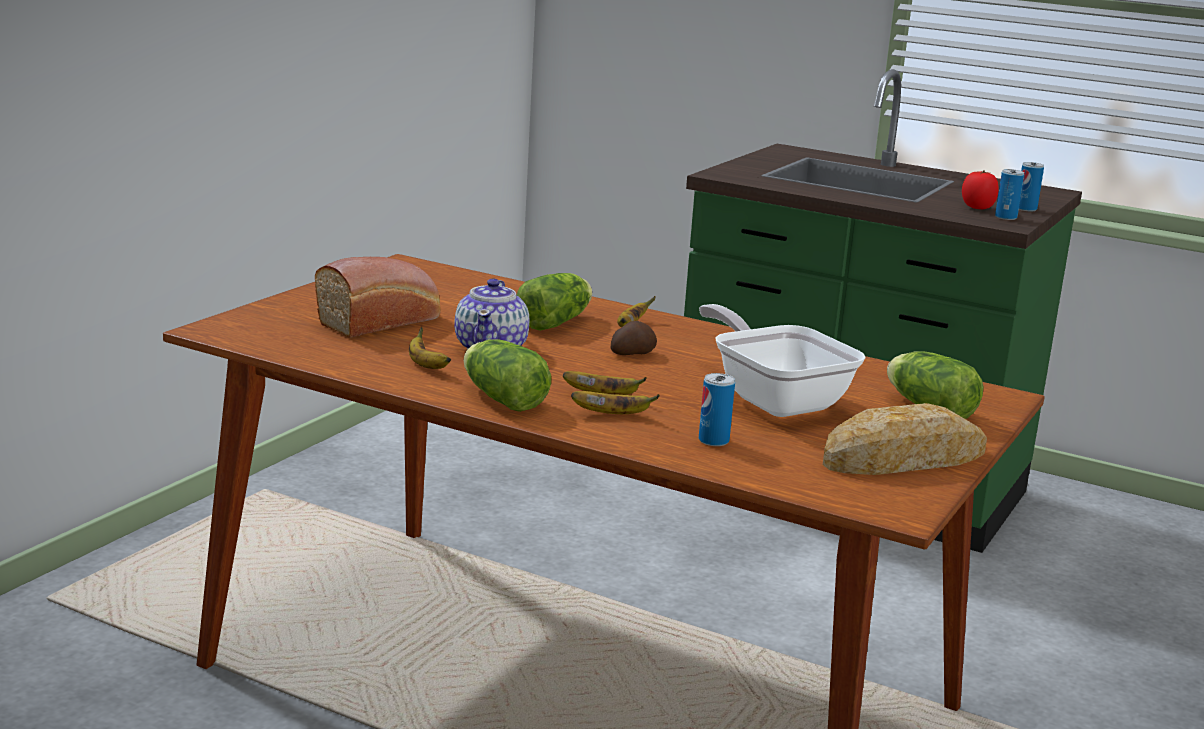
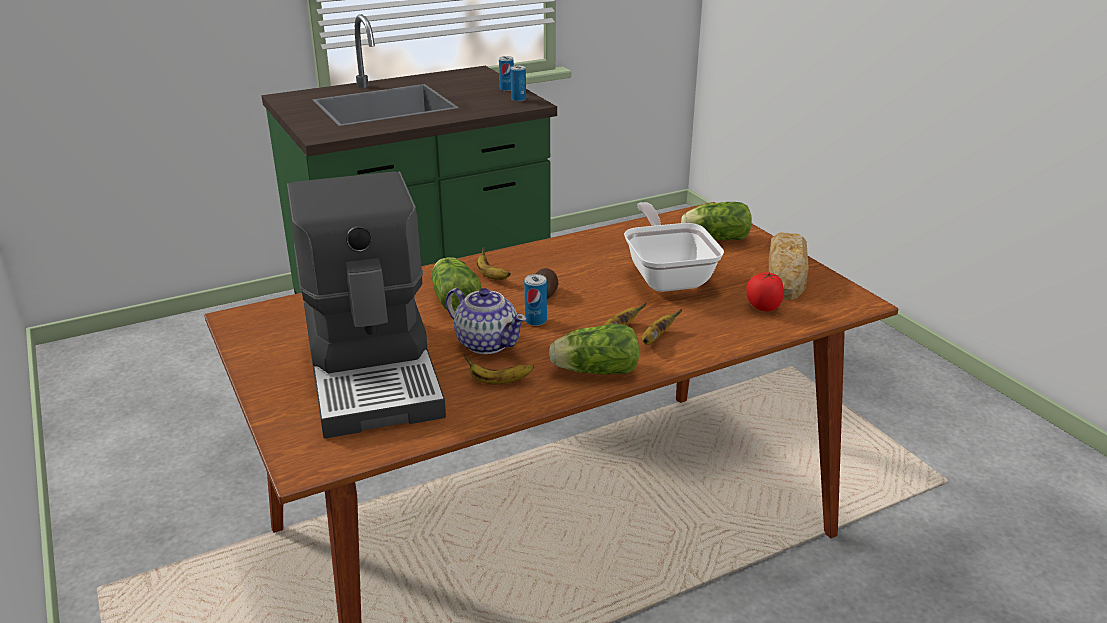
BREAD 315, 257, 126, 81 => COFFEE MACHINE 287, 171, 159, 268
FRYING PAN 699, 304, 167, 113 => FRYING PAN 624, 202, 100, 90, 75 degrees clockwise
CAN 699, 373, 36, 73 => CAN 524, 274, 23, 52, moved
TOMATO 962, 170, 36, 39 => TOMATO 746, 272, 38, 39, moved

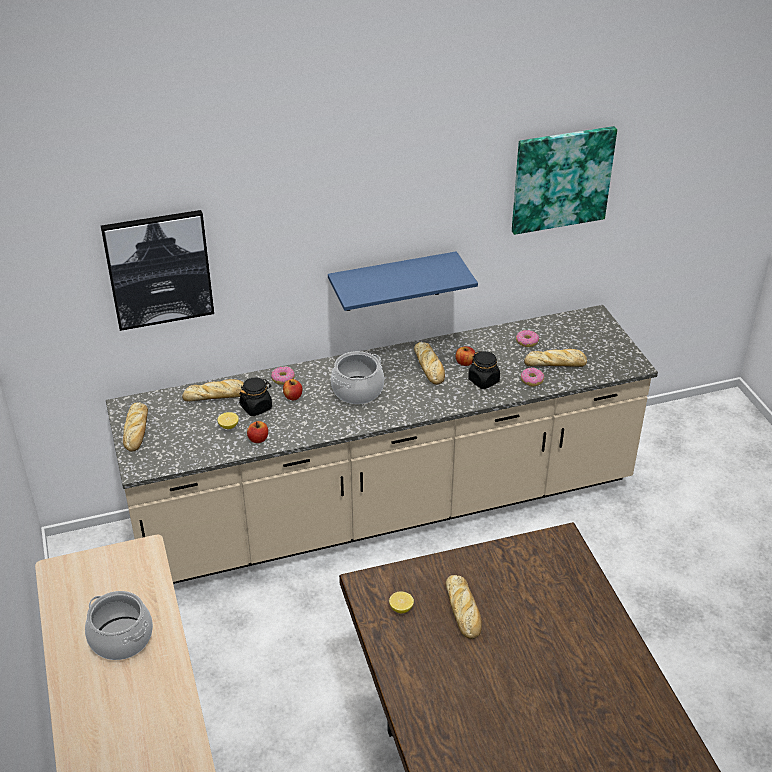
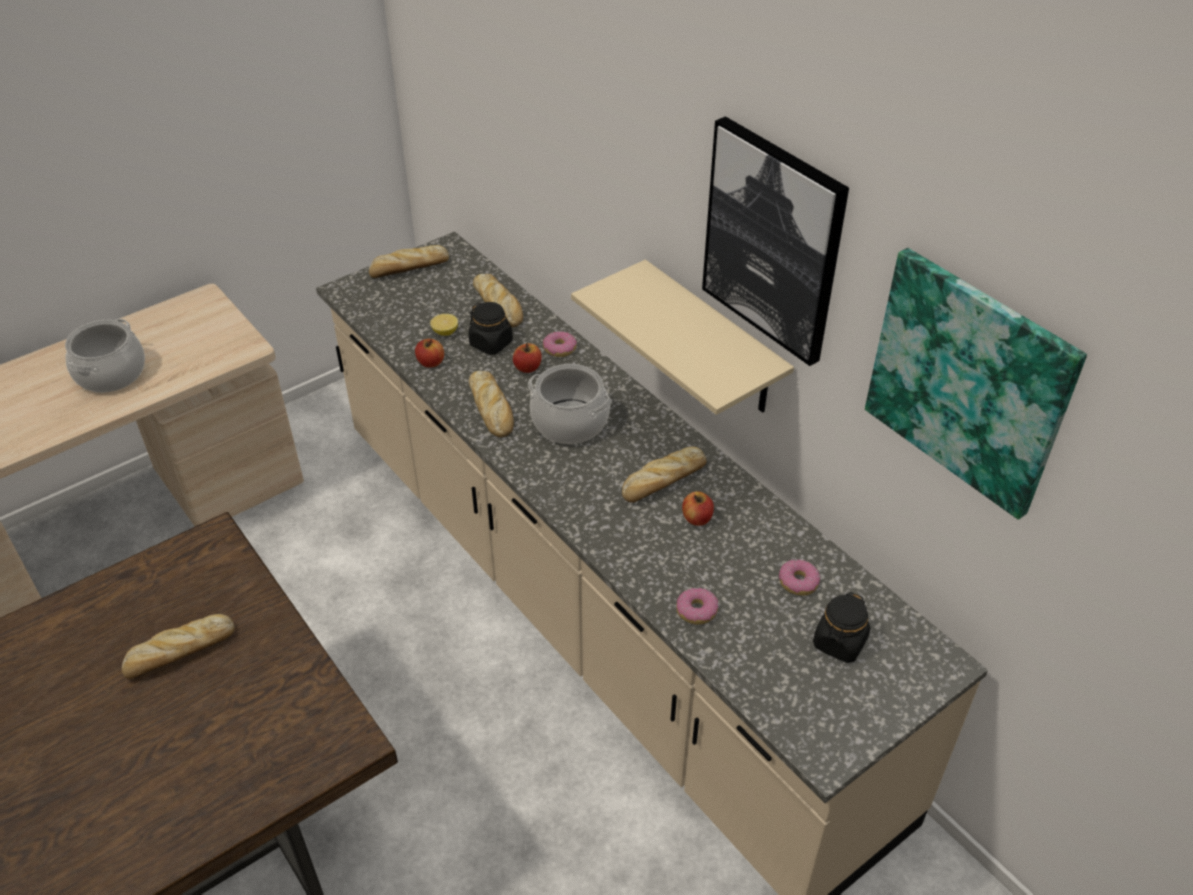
PICTURE 101, 210, 113, 121 => PICTURE 702, 116, 147, 250, moved
BLUE SHELF 328, 251, 150, 60 => BEIGE SHELF 571, 260, 223, 155
LEMON 389, 592, 25, 21 => nothing
BLACK JAR 468, 351, 32, 38 => BLACK JAR 813, 592, 58, 71, moved
BREAD 524, 349, 63, 18 => BREAD 469, 371, 45, 67, moved

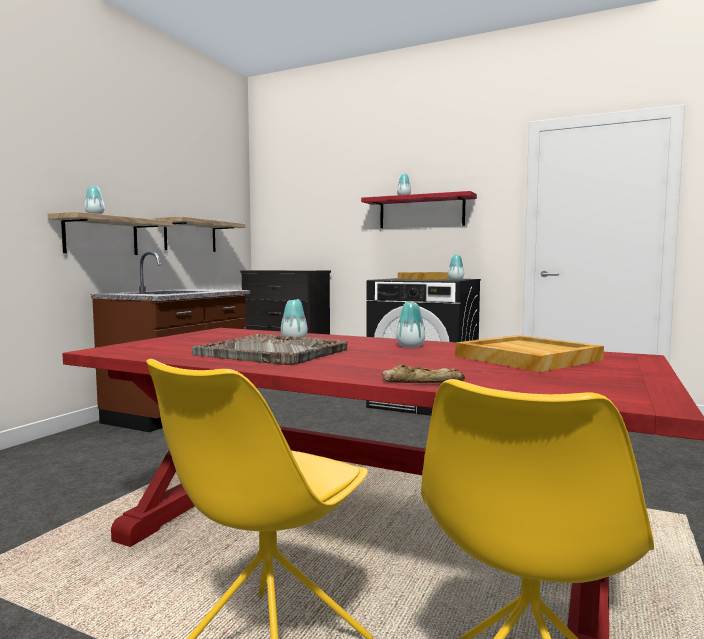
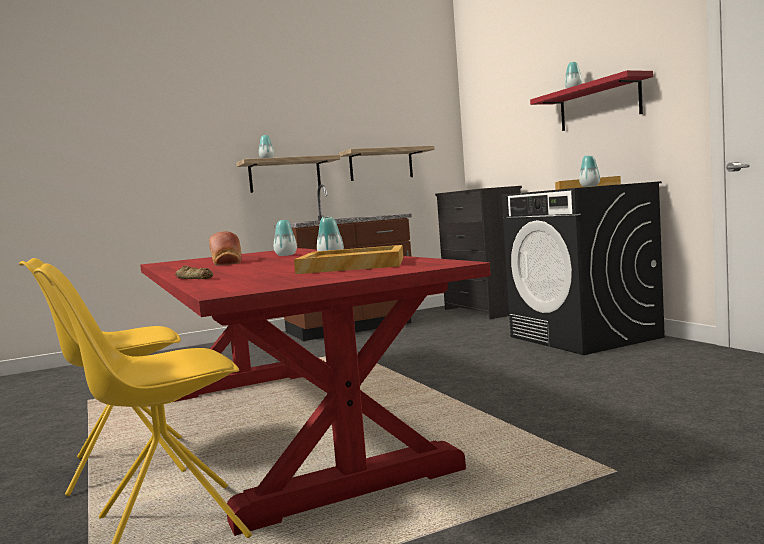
GREY TRAY 192, 334, 156, 31 => BREAD 209, 231, 32, 35

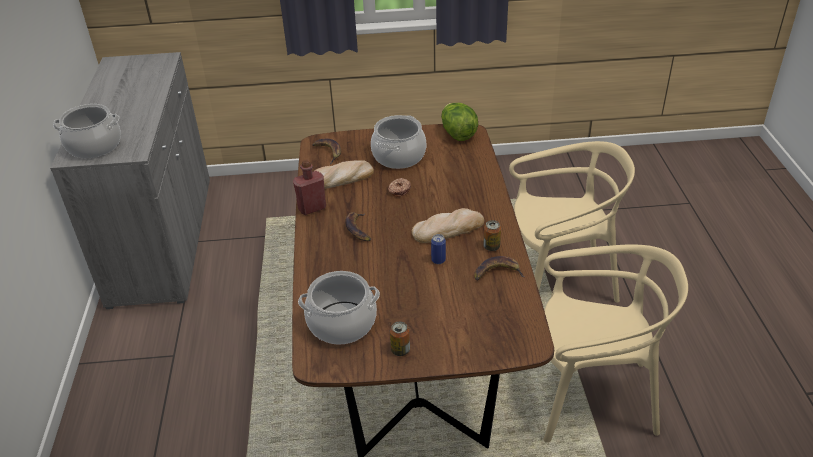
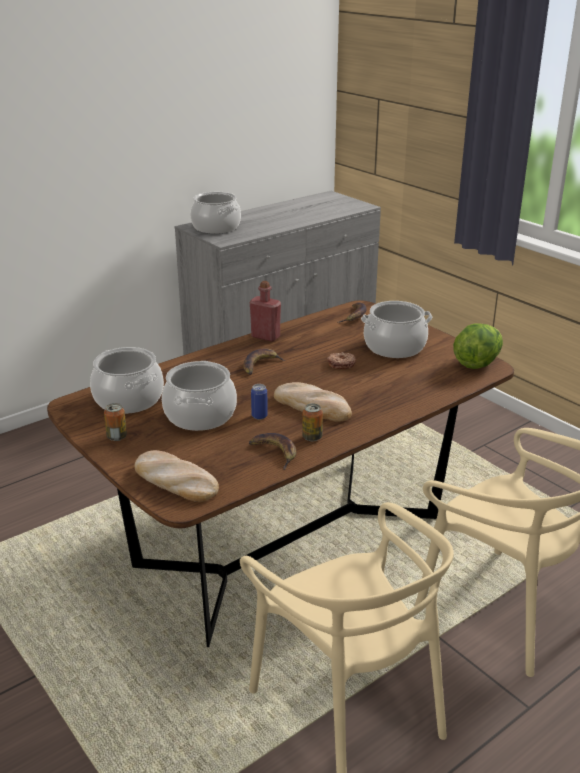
BREAD 314, 160, 60, 29 => BREAD 134, 450, 85, 52, moved
nothing => COOKING POT 162, 361, 75, 70

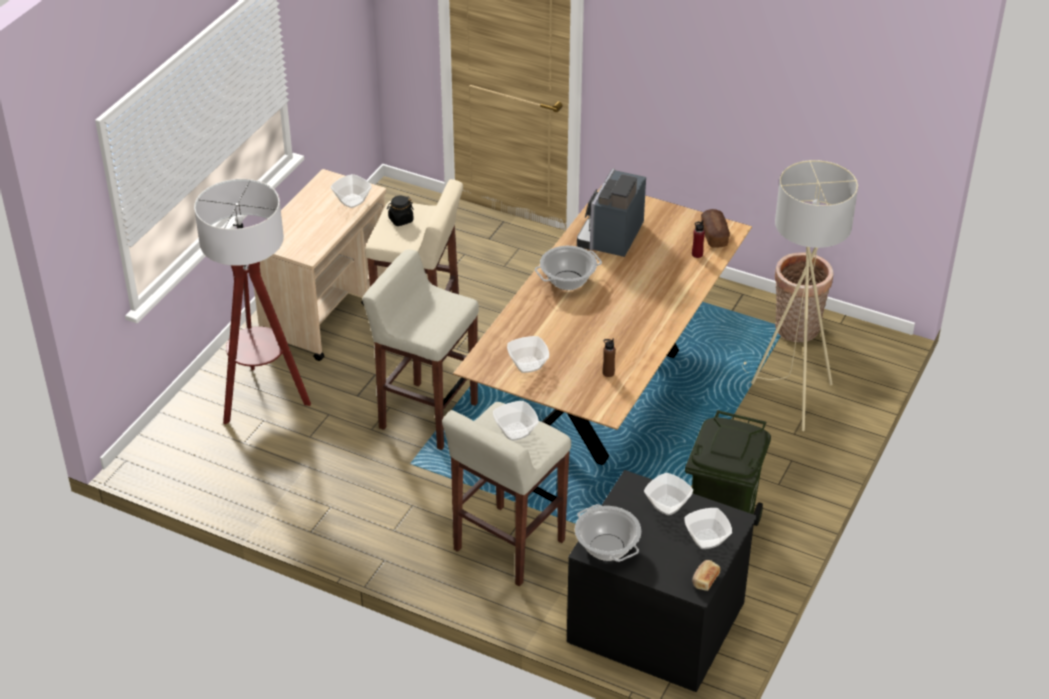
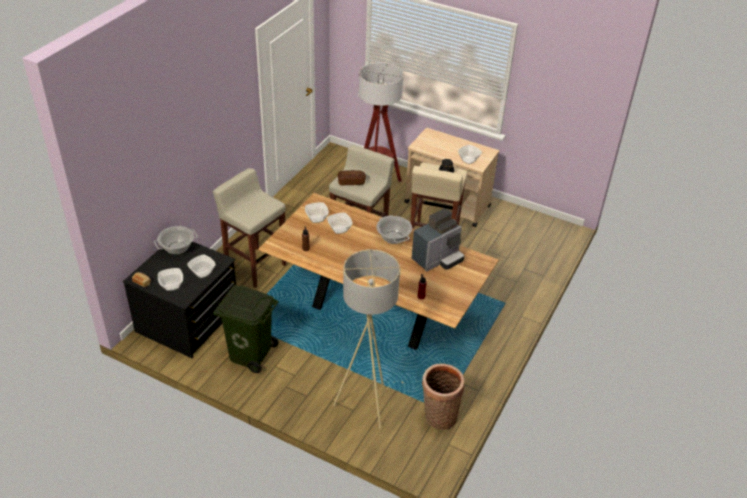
BOWL 493, 401, 46, 40 => BOWL 327, 213, 26, 21, moved
COFFEE MACHINE 577, 168, 69, 89 => COFFEE MACHINE 412, 208, 52, 64, 120 degrees clockwise
BREAD 701, 209, 29, 39 => BREAD 338, 170, 28, 15, moved

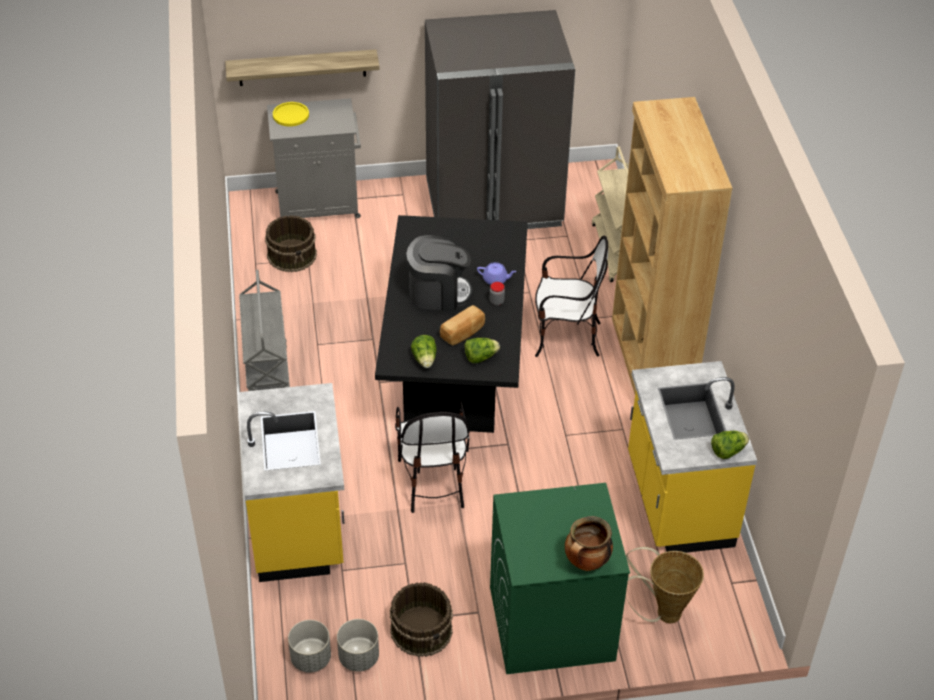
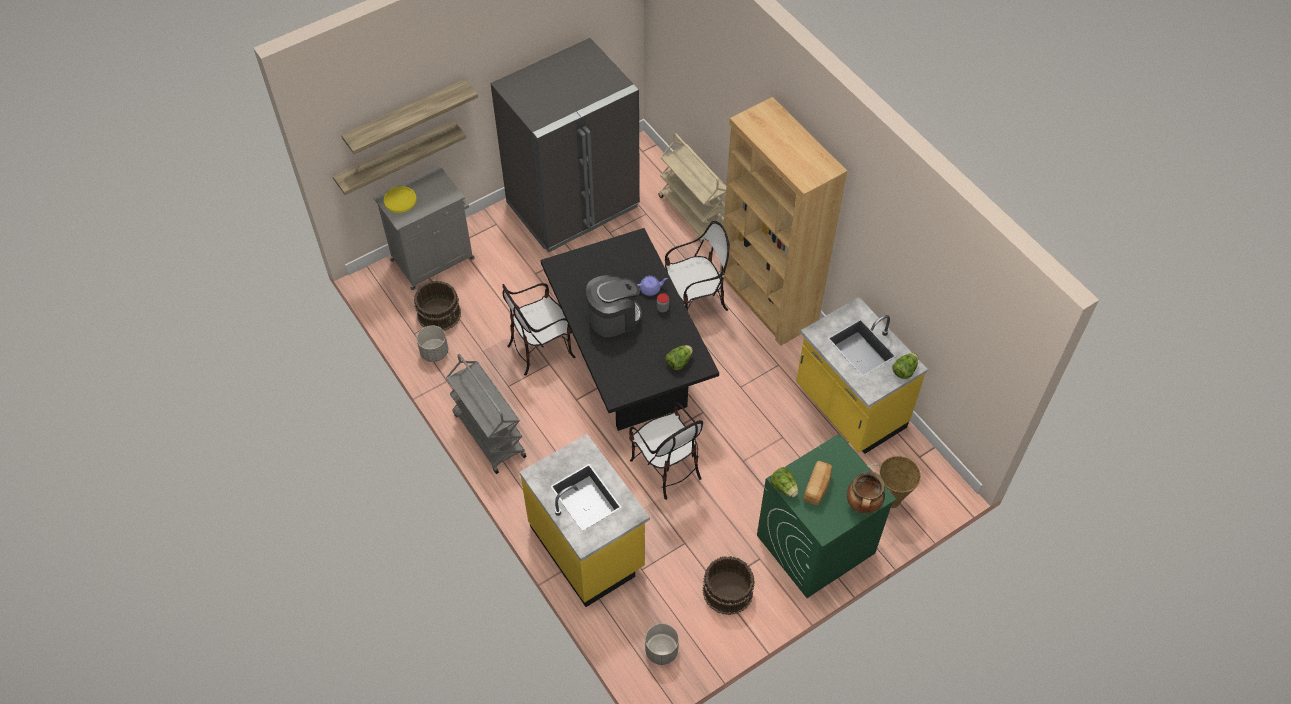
GREY PLANTER 337, 619, 42, 53 => GREY PLANTER 417, 326, 31, 36, moved
LETTUCE 411, 335, 26, 33 => LETTUCE 770, 467, 28, 30, moved
BREAD 440, 305, 45, 40 => BREAD 803, 460, 29, 45, moved
nothing => SHELF 341, 79, 137, 75
nothing => CHAIR 502, 283, 73, 93

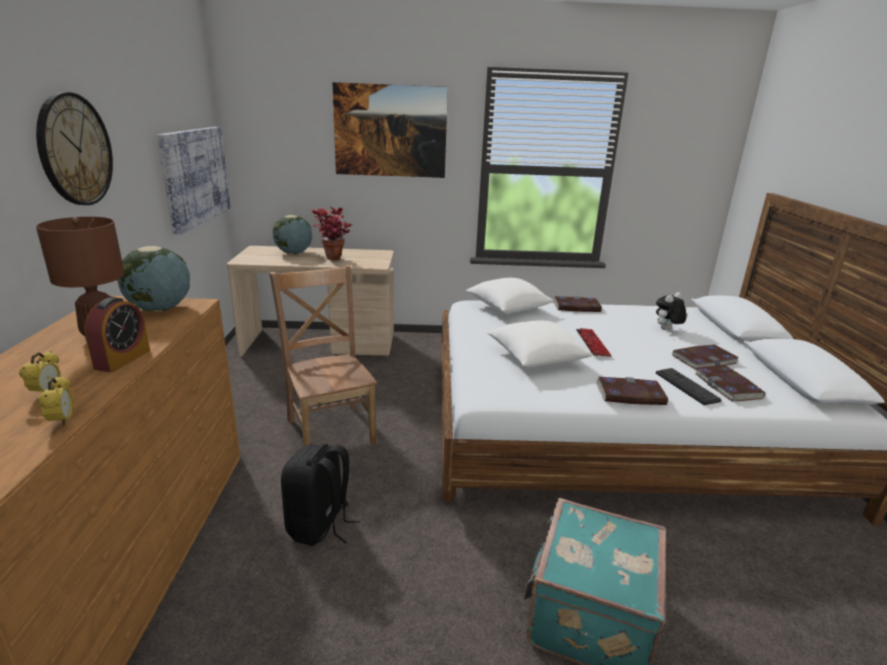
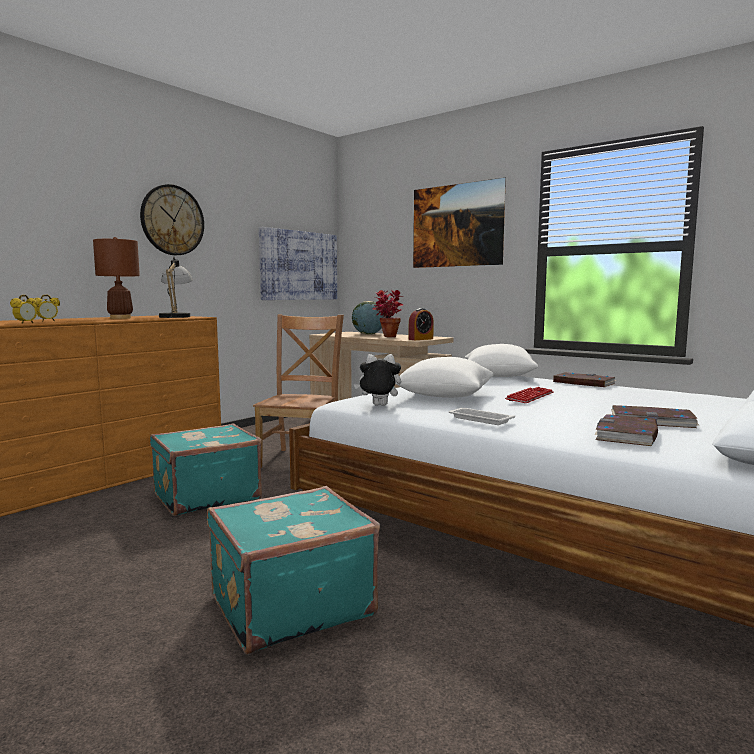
ALARM CLOCK 84, 297, 66, 75 => ALARM CLOCK 409, 308, 25, 32, moved
GLOBE 117, 246, 73, 66 => TABLE LAMP 159, 257, 34, 61
BLACK BACKPACK 281, 444, 80, 102 => TURQUOISE SUITCASE 150, 423, 112, 93
BOOK 596, 377, 73, 28 => WHITE TRAY 449, 408, 66, 17
PLUSH TOY 656, 292, 31, 38 => PLUSH TOY 354, 354, 47, 52, moved
KEYBOARD 656, 368, 66, 37 => nothing

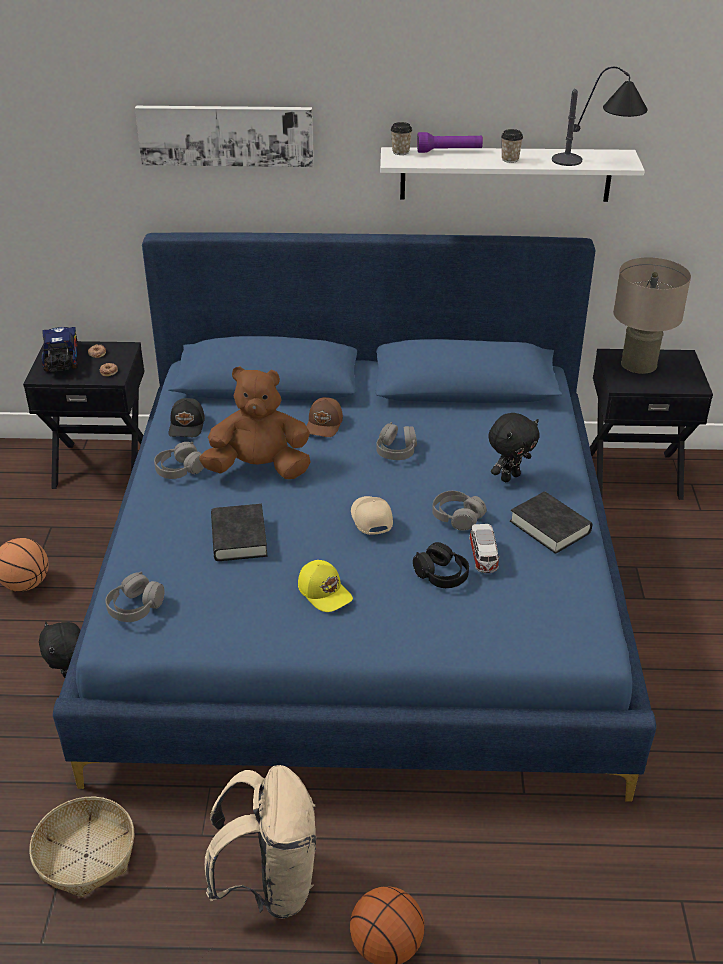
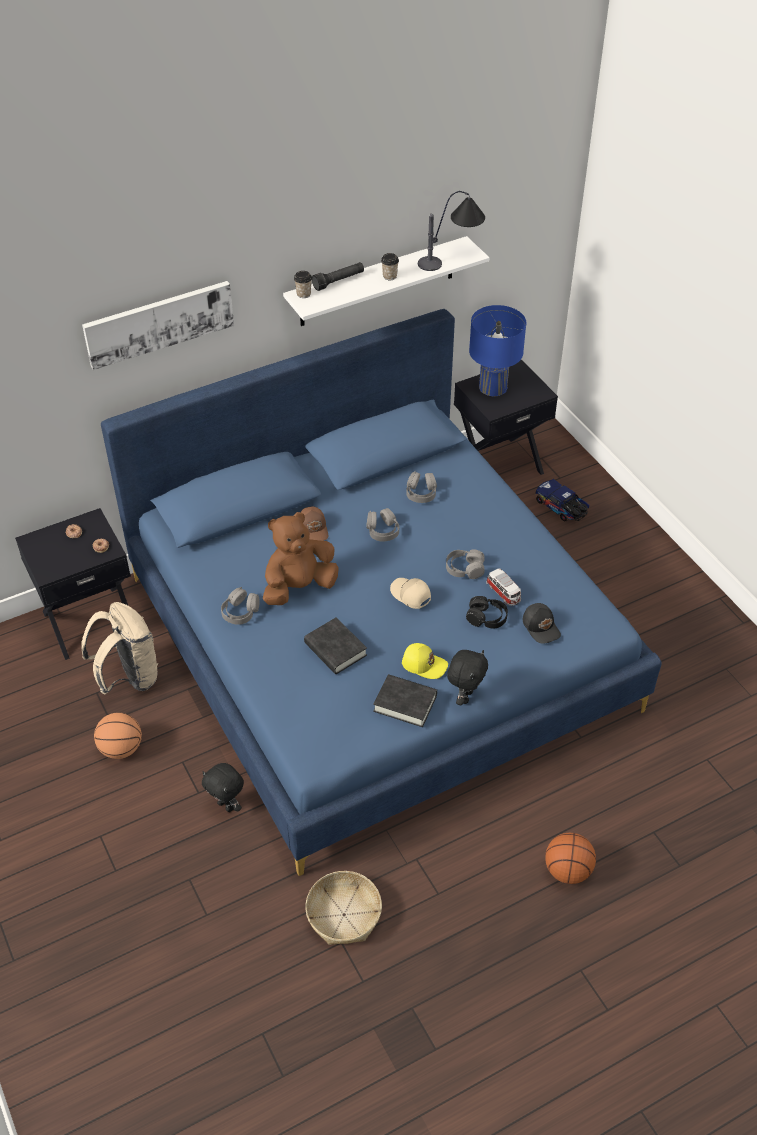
TOY TRUCK 42, 327, 36, 45 => TOY TRUCK 535, 479, 54, 42, moved
GREY HEADPHONES 105, 572, 60, 50 => GREY HEADPHONES 406, 471, 31, 32, moved
BLACK CAP 168, 398, 37, 39 => BLACK CAP 523, 603, 38, 41, moved
BEIGE BACKPACK 205, 765, 111, 154 => BEIGE BACKPACK 81, 602, 77, 93, moved
PURPLE FLASHLIGHT 417, 132, 66, 21 => BLACK FLASHLIGHT 312, 262, 52, 29
BLACK PLUSH TOY 488, 413, 52, 69 => BLACK PLUSH TOY 447, 650, 41, 55, moved
BLACK BOOK 510, 492, 82, 62 => BLACK BOOK 373, 674, 64, 53, moved
BEIGE TABLE LAMP 613, 257, 78, 117 => BLUE TABLE LAMP 469, 305, 57, 91

